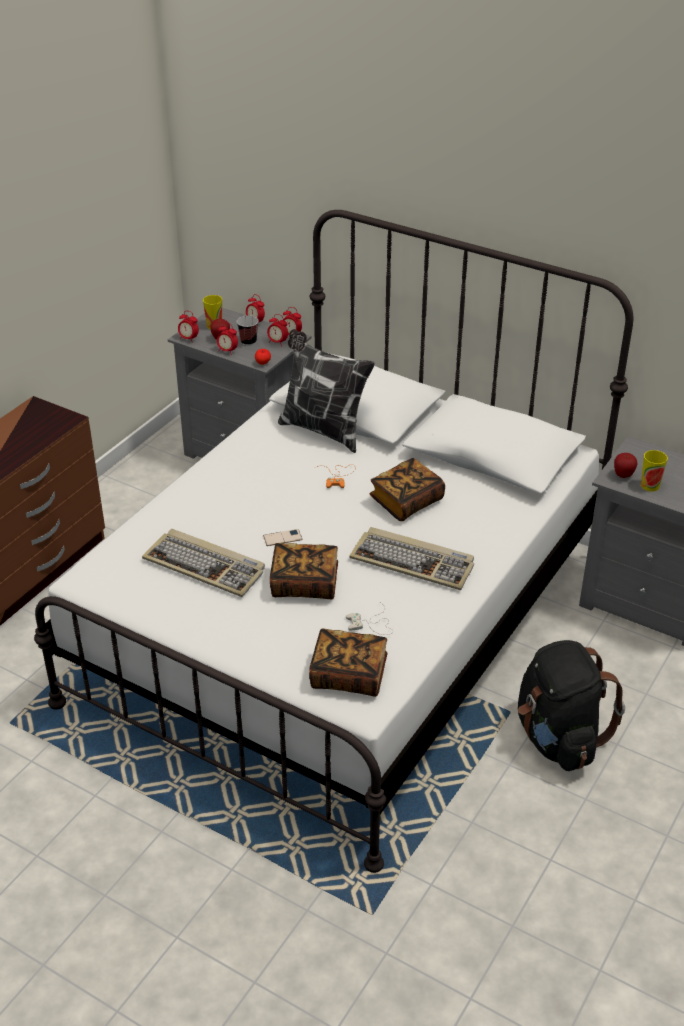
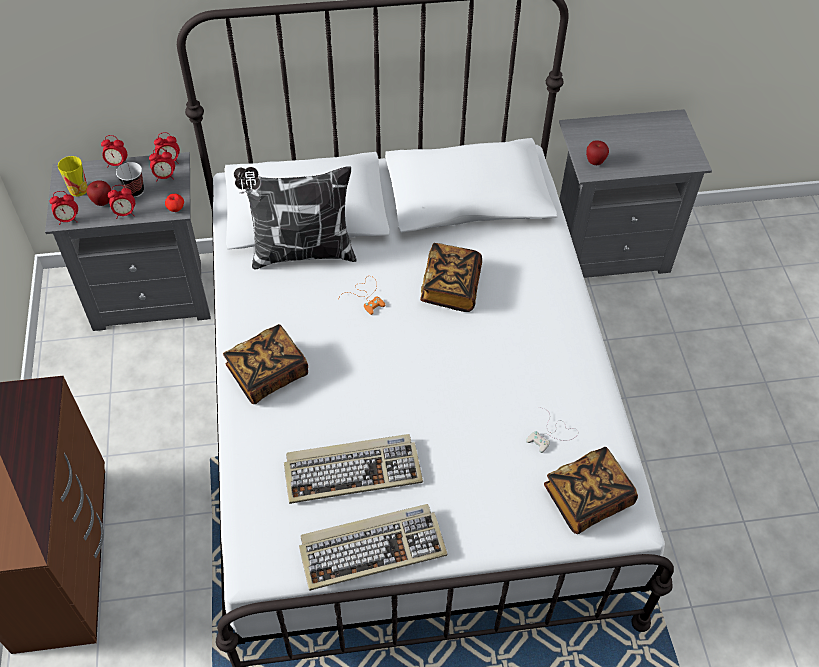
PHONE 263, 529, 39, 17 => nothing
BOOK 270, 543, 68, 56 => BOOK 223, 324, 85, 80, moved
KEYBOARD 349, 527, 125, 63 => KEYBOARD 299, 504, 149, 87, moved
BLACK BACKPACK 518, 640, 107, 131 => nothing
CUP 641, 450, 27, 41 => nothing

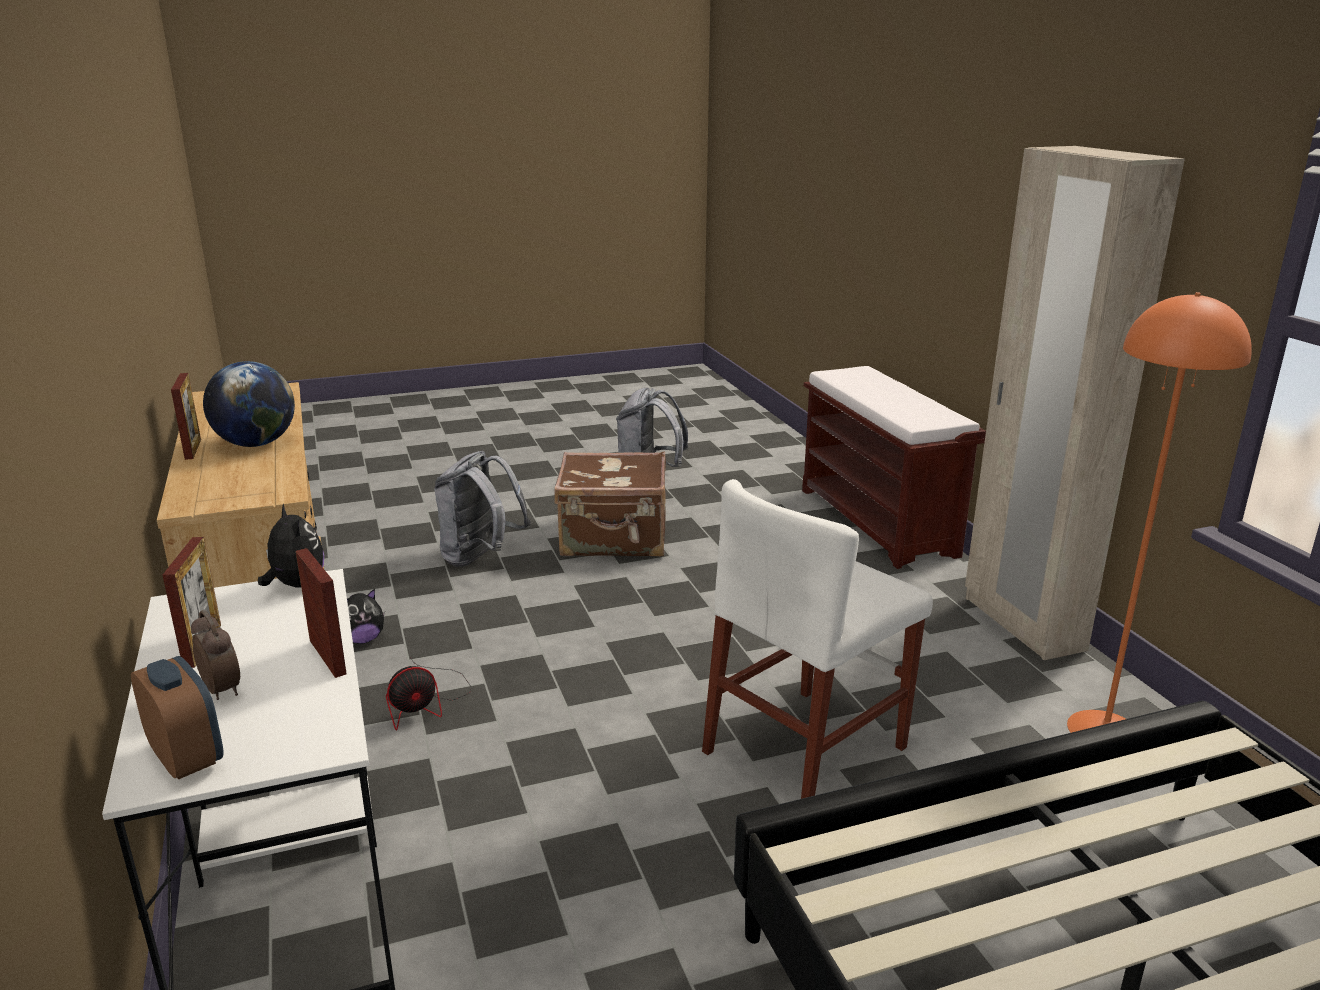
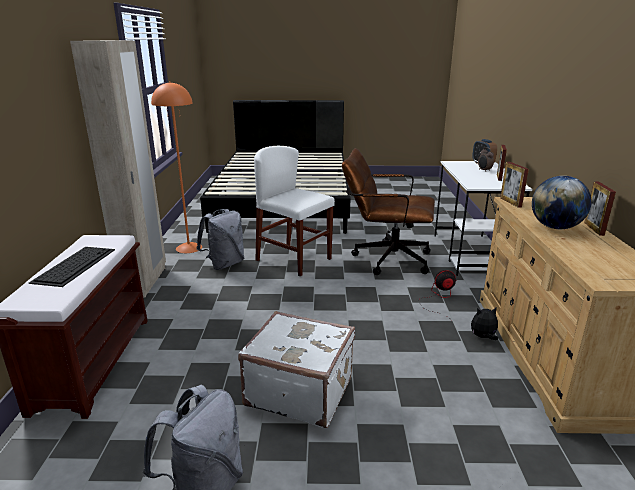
PLUSH TOY 258, 503, 66, 85 => nothing
PICTURE FRAME 296, 548, 51, 130 => PICTURE FRAME 500, 162, 29, 46, moved
GREY BACKPACK 434, 451, 97, 116 => GREY BACKPACK 196, 209, 48, 61, moved
BROWN SUITCASE 554, 452, 112, 104 => WHITE SUITCASE 238, 311, 117, 117
WHITE CHAIR 702, 479, 231, 320 => WHITE CHAIR 254, 146, 81, 130, 120 degrees counterclockwise
nothing => KEYBOARD 29, 247, 86, 40
nothing => BROWN OFFICE CHAIR 342, 148, 93, 127

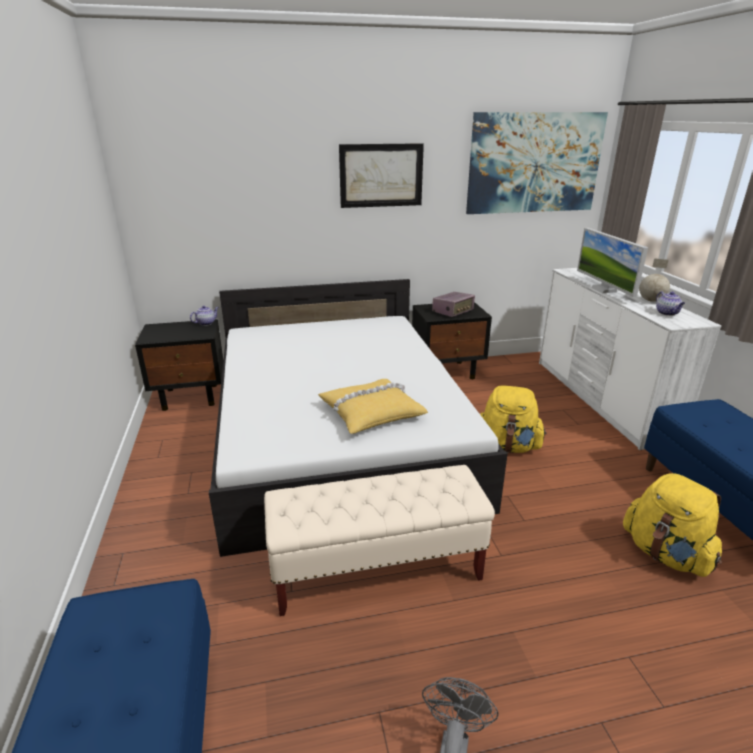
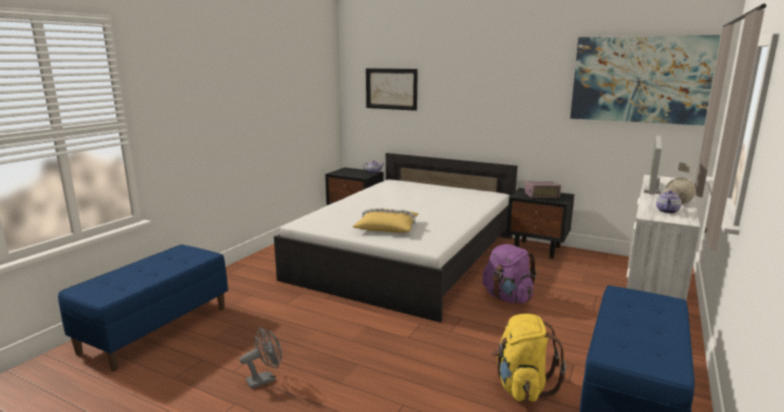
BEIGE BENCH 264, 465, 231, 151 => nothing
PICTURE 339, 143, 85, 65 => PICTURE 366, 68, 52, 43, moved
YELLOW BACKPACK 480, 386, 67, 67 => PURPLE BACKPACK 482, 244, 55, 59

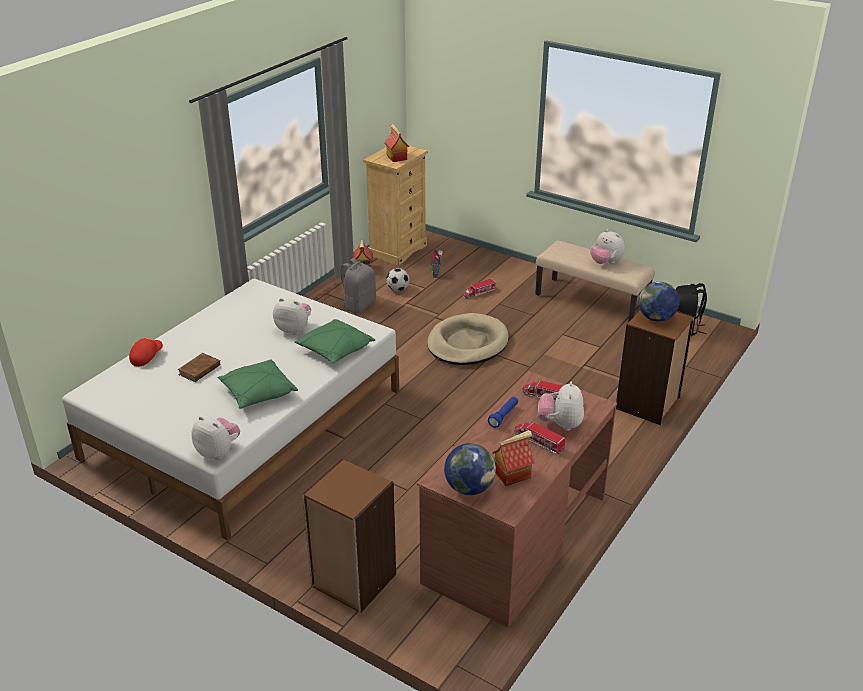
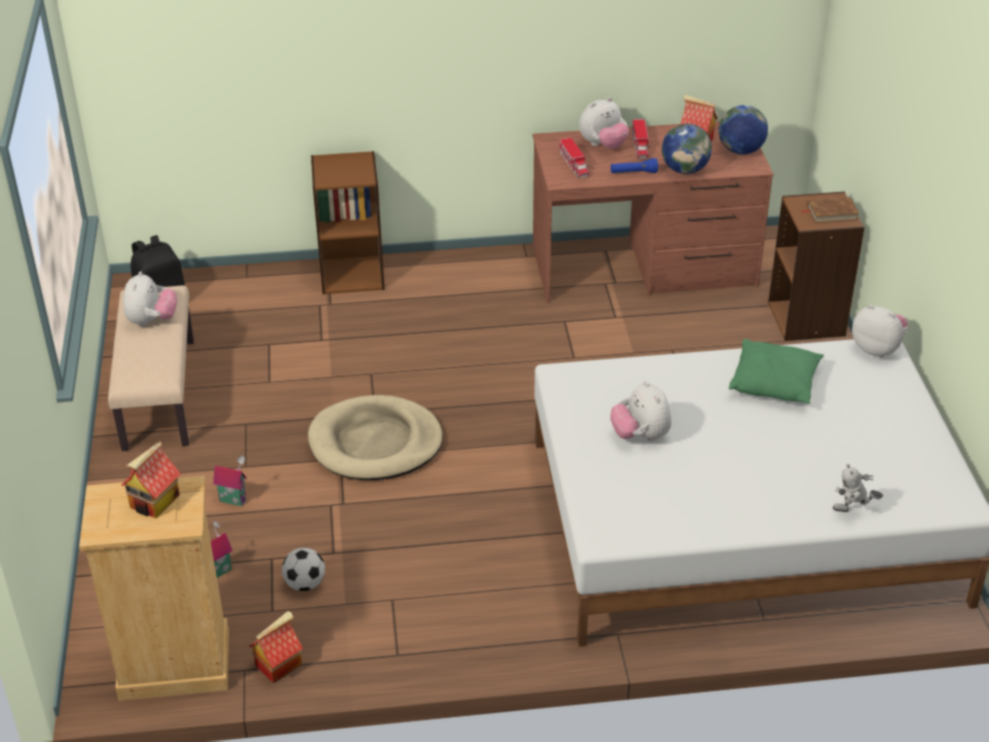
RED CAP 129, 338, 34, 29 => TOY ROBOT 833, 464, 50, 48
BROWN BOOK 177, 353, 43, 29 => BROWN BOOK 802, 197, 57, 26, moved
PLUSH TOY 191, 416, 49, 44 => PLUSH TOY 852, 304, 56, 54, 135 degrees clockwise
GREEN PILLOW 295, 319, 80, 45 => nothing
GREY BACKPACK 338, 258, 38, 55 => nothing
TOY TRUCK 463, 279, 33, 20 => TOY HOUSE 213, 455, 34, 51
GLOBE 638, 282, 41, 40 => GLOBE 662, 124, 50, 50, moved

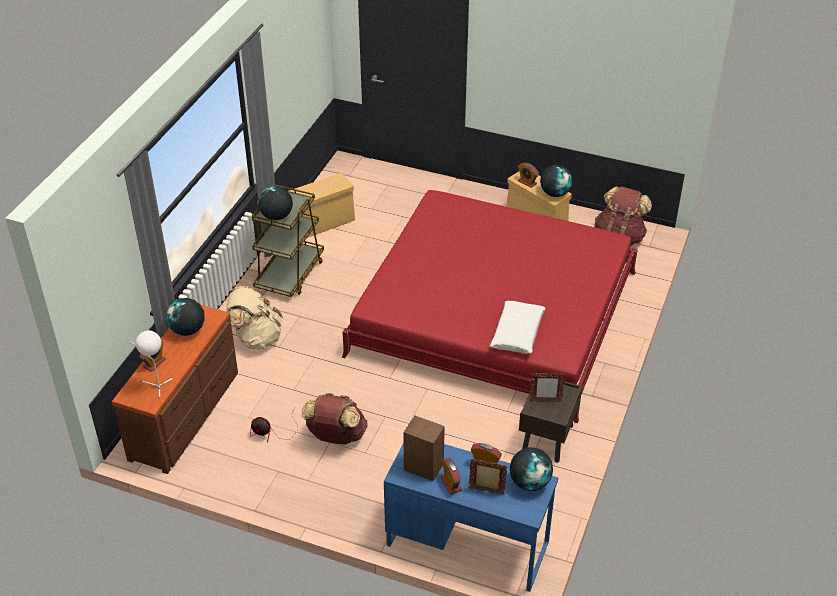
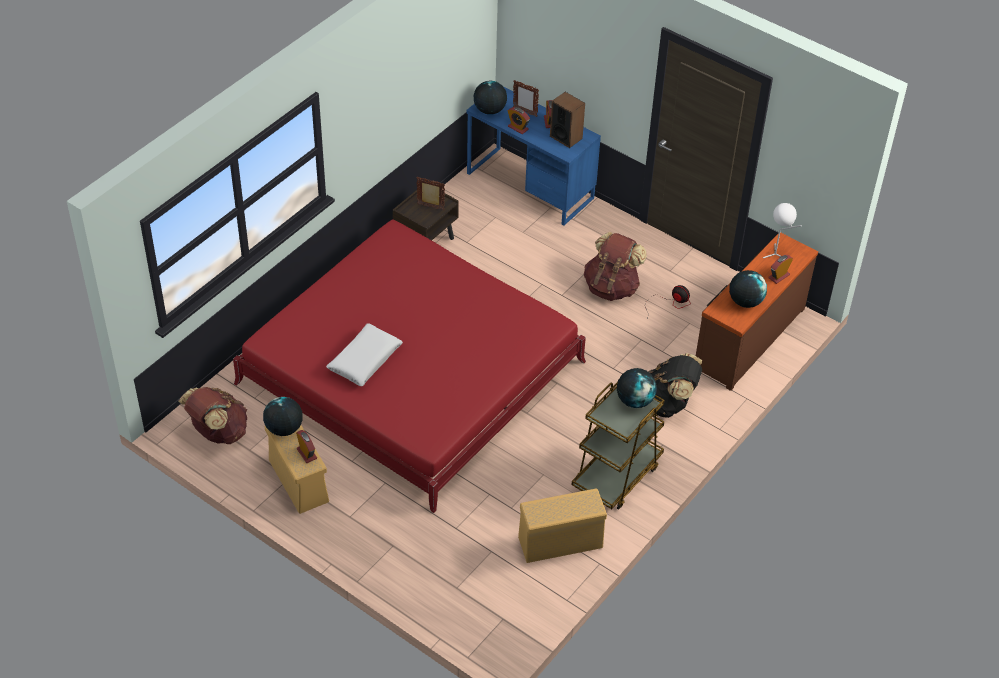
BEIGE BACKPACK 226, 286, 57, 63 => BLACK BACKPACK 648, 353, 54, 65
WHITE PILLOW 490, 301, 56, 53 => WHITE PILLOW 326, 323, 77, 63, moved

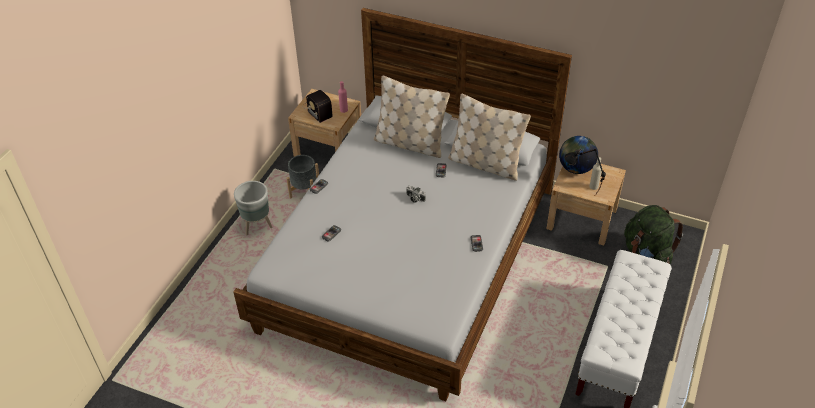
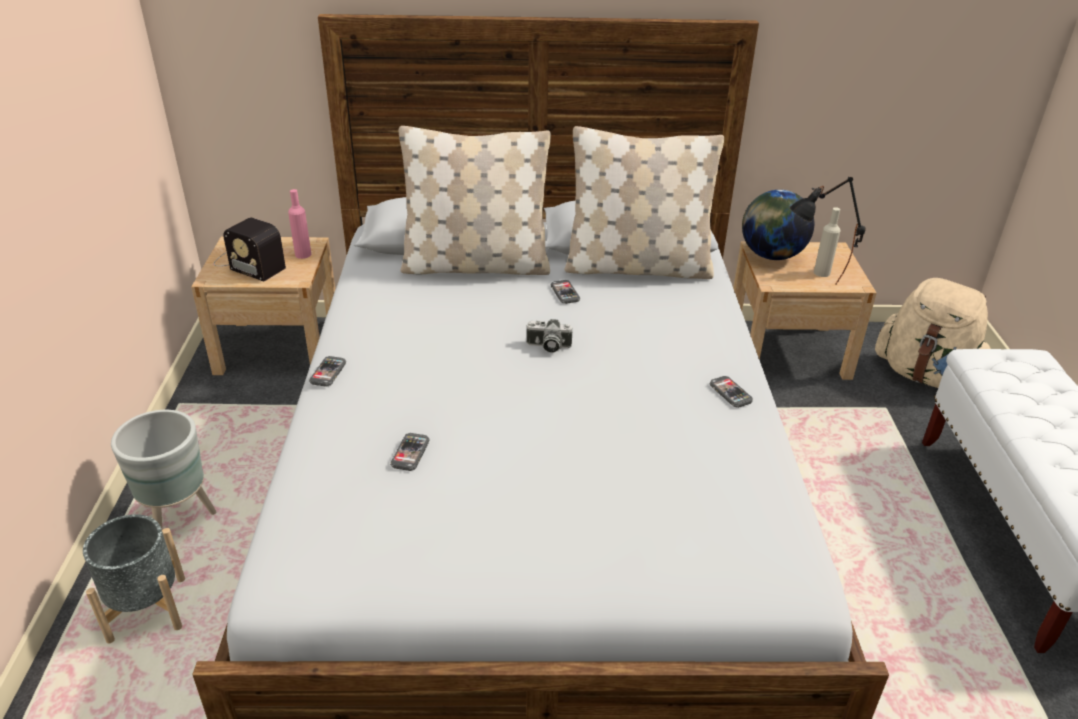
GREY PLANTER 286, 155, 33, 44 => GREY PLANTER 83, 514, 102, 129, moved
GREEN BACKPACK 624, 205, 59, 59 => BEIGE BACKPACK 875, 278, 116, 110

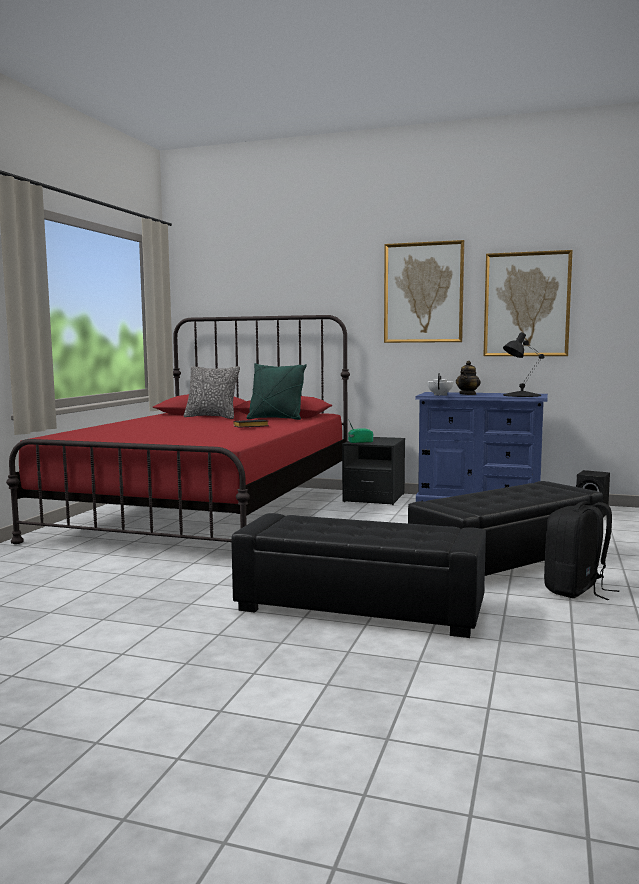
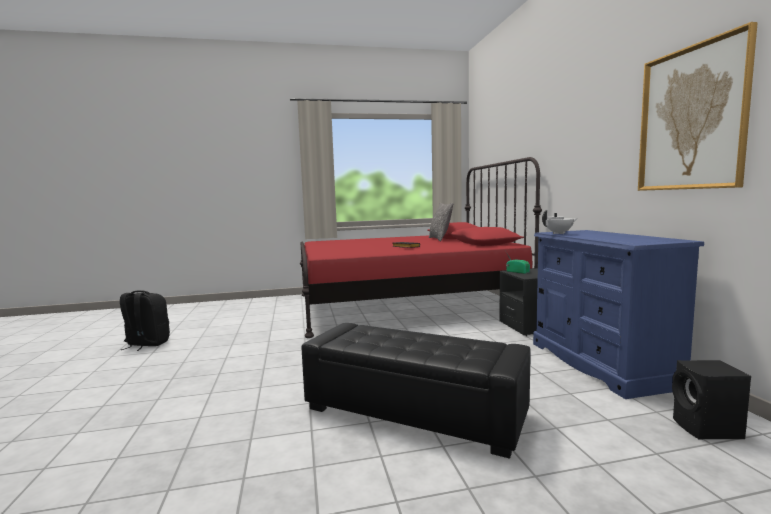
BLACK OTTOMAN 231, 513, 255, 125 => nothing
GREEN PILLOW 247, 363, 60, 57 => nothing
PICTURE 384, 240, 80, 103 => nothing
TEAPOT 456, 361, 25, 34 => nothing
BLACK TABLE LAMP 503, 332, 42, 65 => nothing
BLACK BACKPACK 544, 501, 75, 99 => BLACK BACKPACK 120, 290, 50, 61, moved

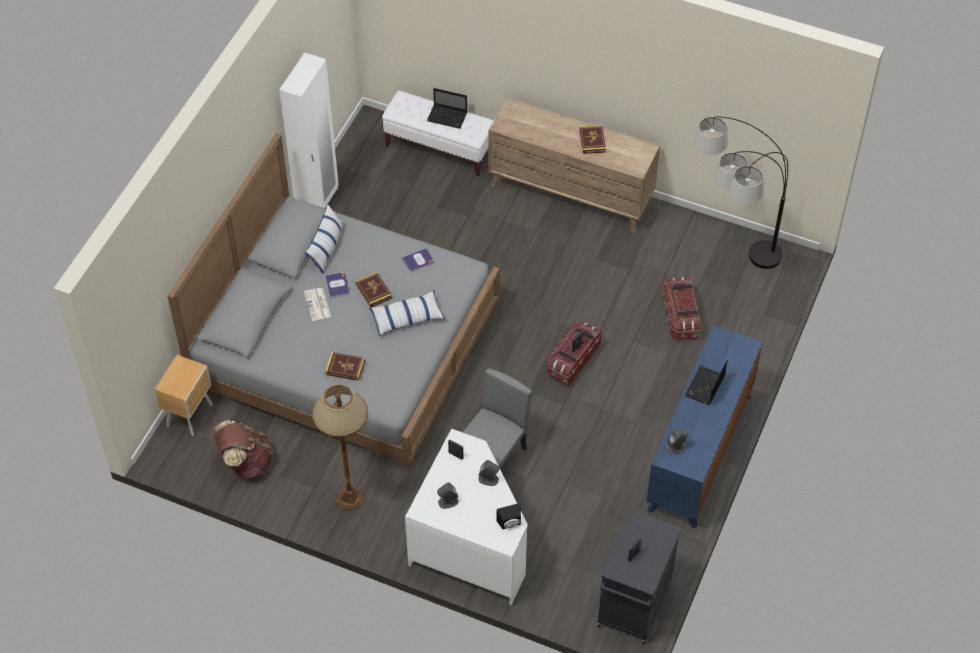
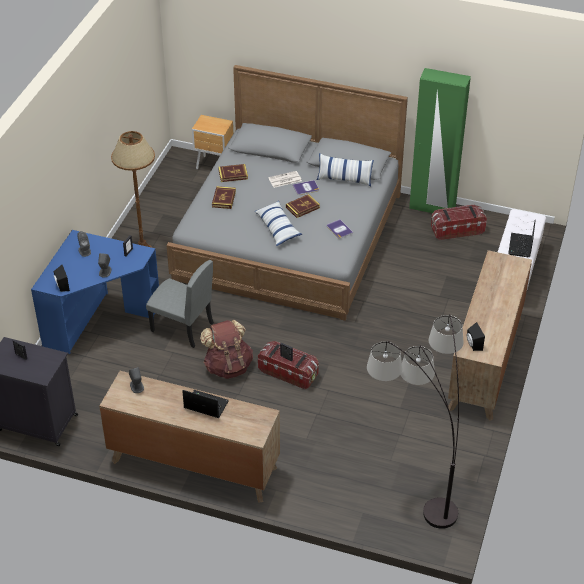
BROWN BACKPACK 214, 420, 59, 59 => BROWN BACKPACK 200, 320, 53, 59, moved
WHITE WARDROBE 279, 52, 60, 156 => GREEN WARDROBE 409, 68, 62, 145
WHITE DESK 405, 429, 122, 176 => BLUE DESK 31, 230, 128, 124
BOOK 580, 125, 26, 29 => BOOK 218, 164, 30, 18, moved
BLUE DRESSER 646, 325, 117, 204 => BROWN DRESSER 99, 371, 181, 132
STORAGE BOX 662, 277, 39, 64 => STORAGE BOX 431, 205, 56, 35, moved
nothing => BLACK SPEAKER 467, 322, 18, 29

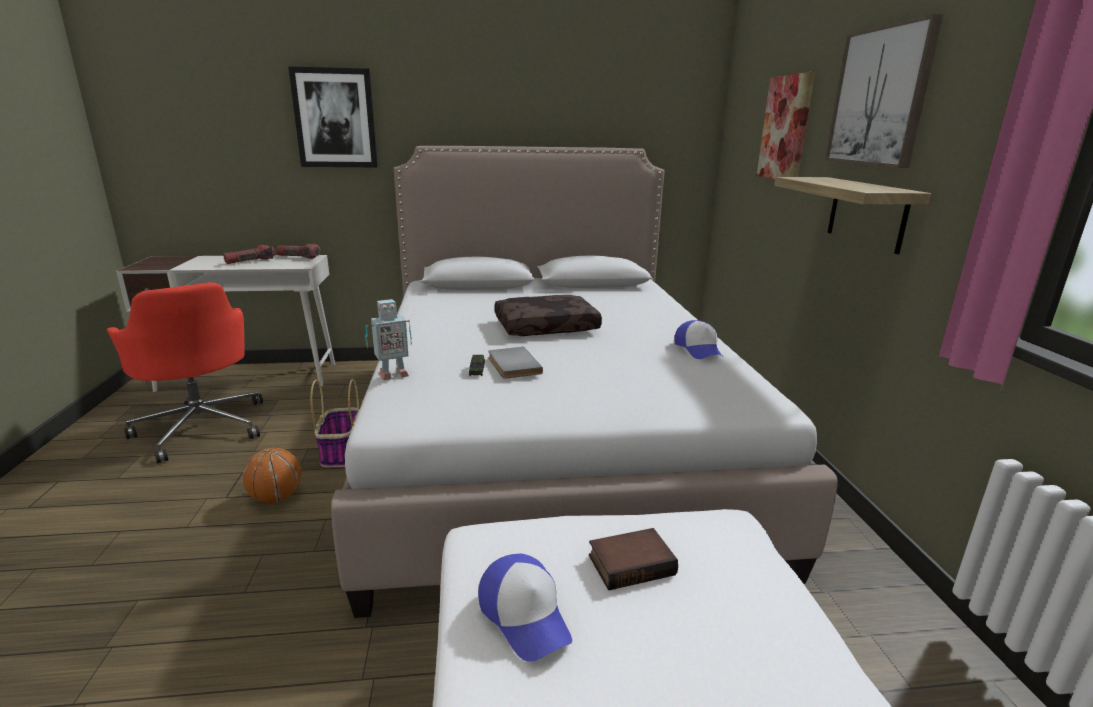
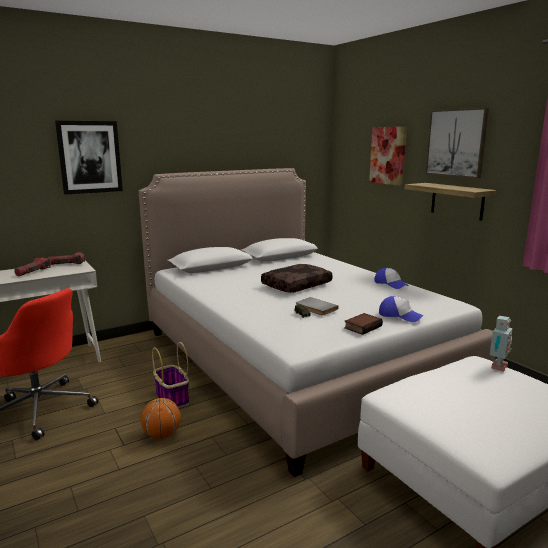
TOY ROBOT 365, 299, 47, 81 => TOY ROBOT 489, 316, 24, 56, moved
CAP 478, 554, 94, 108 => CAP 379, 296, 44, 26, moved
BOOK 589, 528, 89, 62 => BOOK 344, 313, 39, 22, moved

